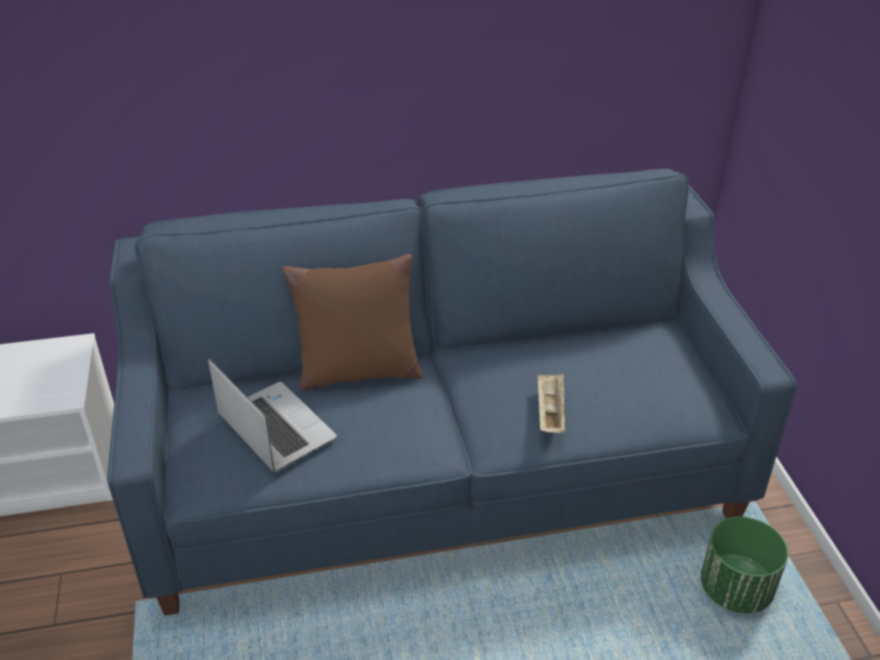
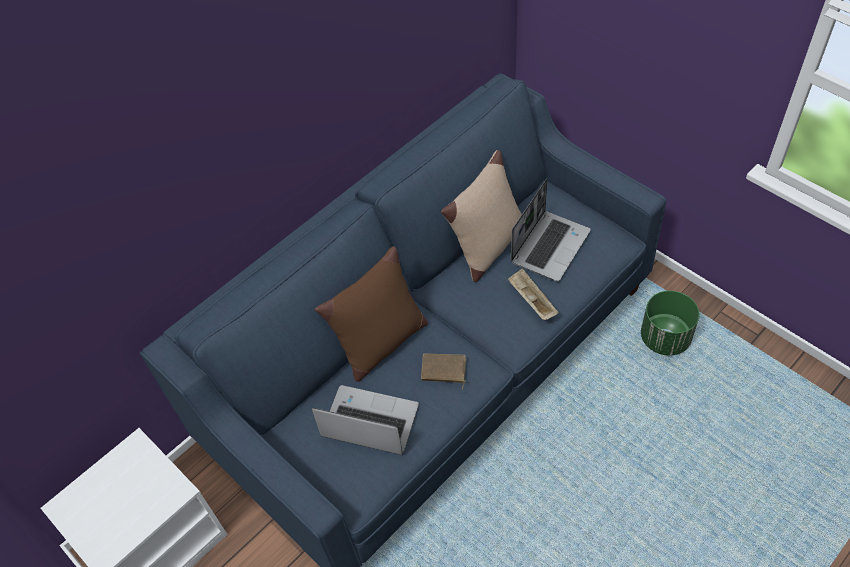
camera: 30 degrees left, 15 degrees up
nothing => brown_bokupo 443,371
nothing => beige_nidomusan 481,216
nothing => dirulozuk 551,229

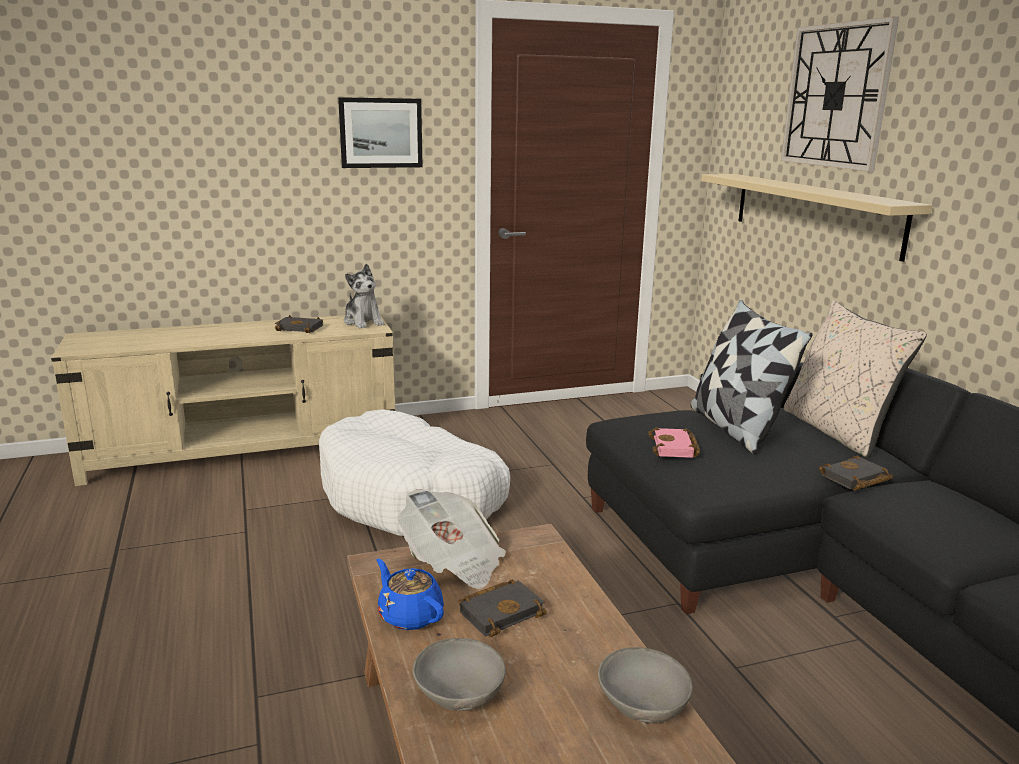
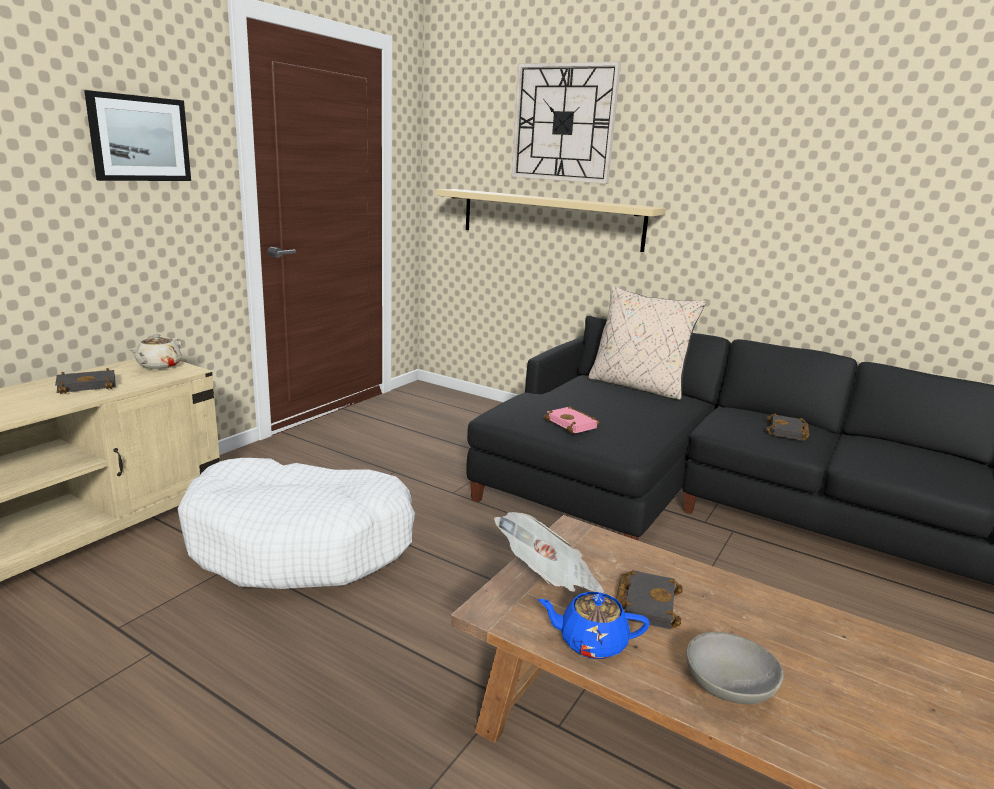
camera: 40 degrees left, 0 degrees up
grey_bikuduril 645,685 => nothing
nidomusan 752,377 => nothing
black_bokupo 856,473 => black_bokupo 787,427, shifted
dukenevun 364,296 => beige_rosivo 155,352

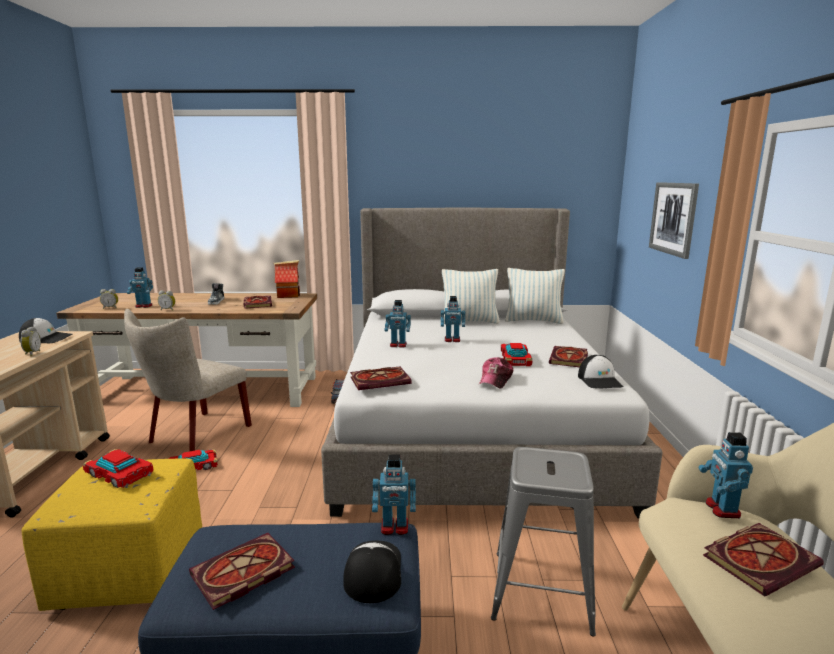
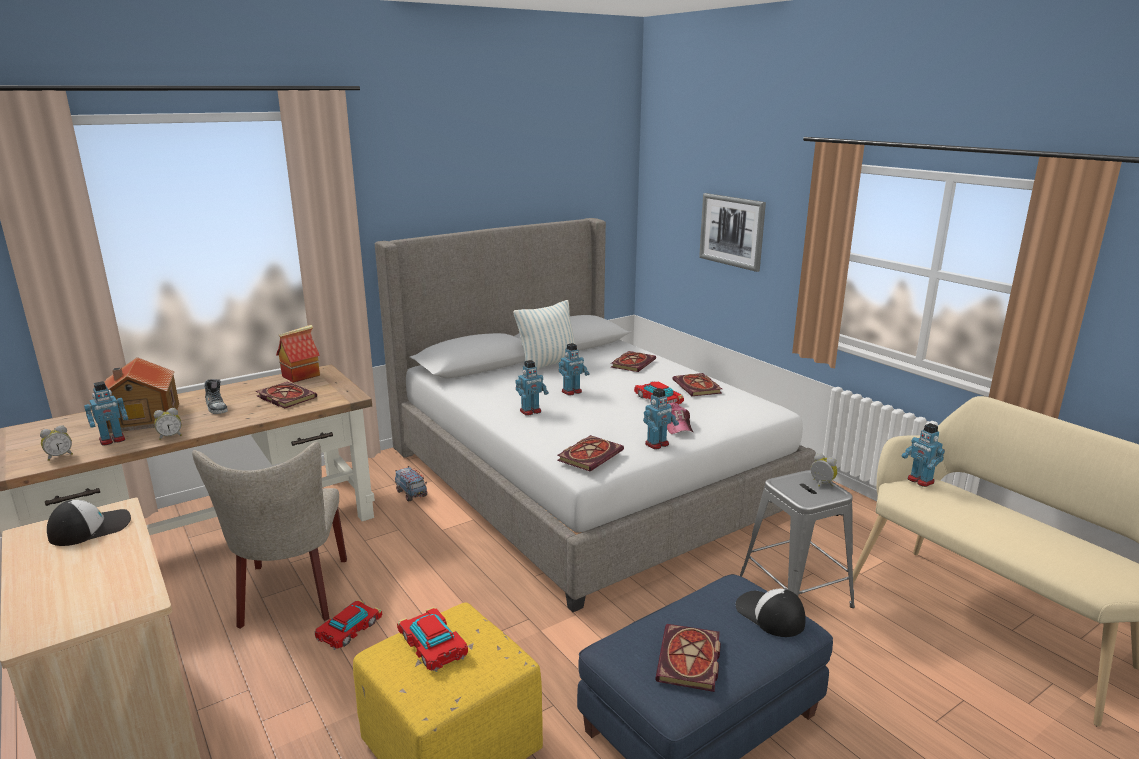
camera: 35 degrees left, 5 degrees up
nidomusan 535,296 => nothing
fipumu 601,372 => nothing
nothing => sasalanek 141,395
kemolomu 31,341 => kemolomu 824,470, shifted
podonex 394,495 => podonex 661,418, shifted
bokupo 763,560 => bokupo 633,361, shifted
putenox 118,468 => putenox 432,639, 60 degrees clockwise

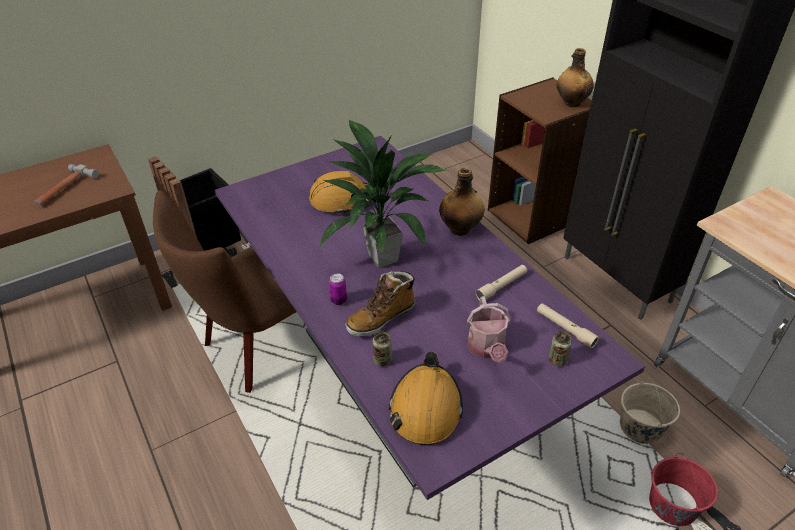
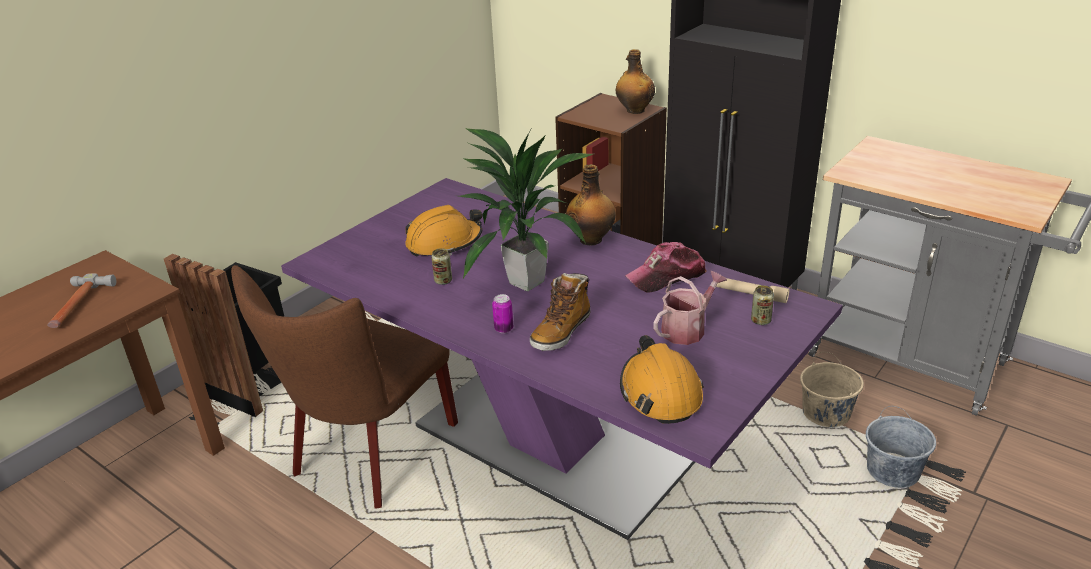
camera: 20 degrees left, 10 degrees down
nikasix 382,349 => nikasix 441,266, shifted
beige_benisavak 501,282 => fipumu 666,267
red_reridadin 683,489 => grey_reridadin 901,447
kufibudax 489,329 => kufibudax 690,308, 105 degrees counterclockwise

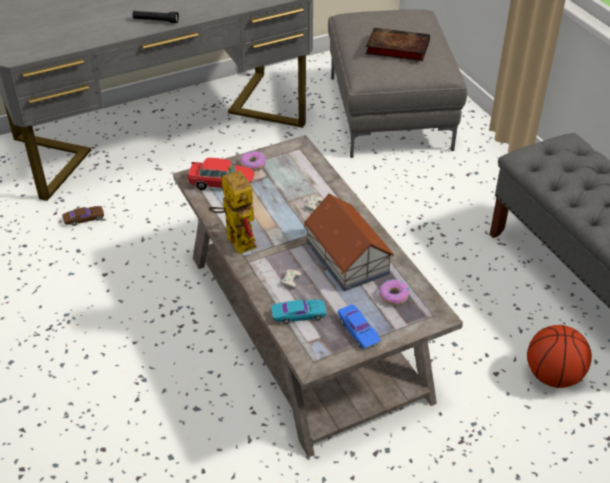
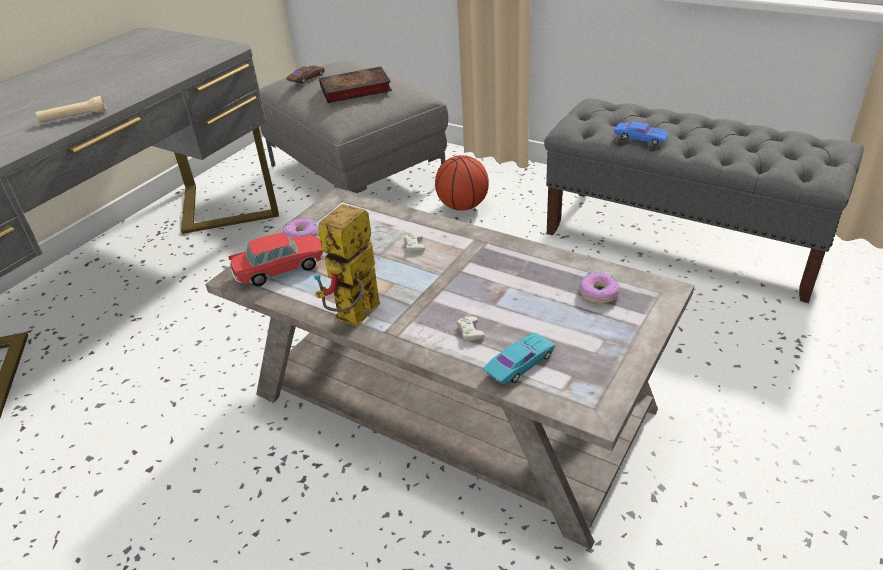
camera: 30 degrees left, 5 degrees down
sasalanek 349,242 => nothing
brown_putenox 83,216 => brown_putenox 305,75, shifted
blue_putenox 359,326 => blue_putenox 641,133, shifted
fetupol 559,356 => fetupol 462,183, shifted
black_benisavak 156,17 => beige_benisavak 71,109
podonex 232,210 => podonex 347,265, 90 degrees counterclockwise

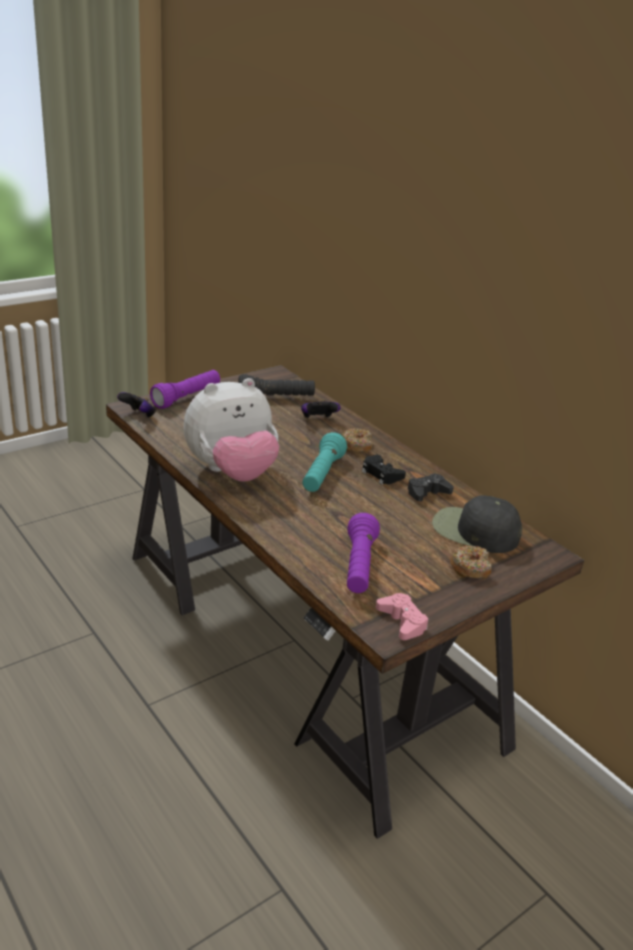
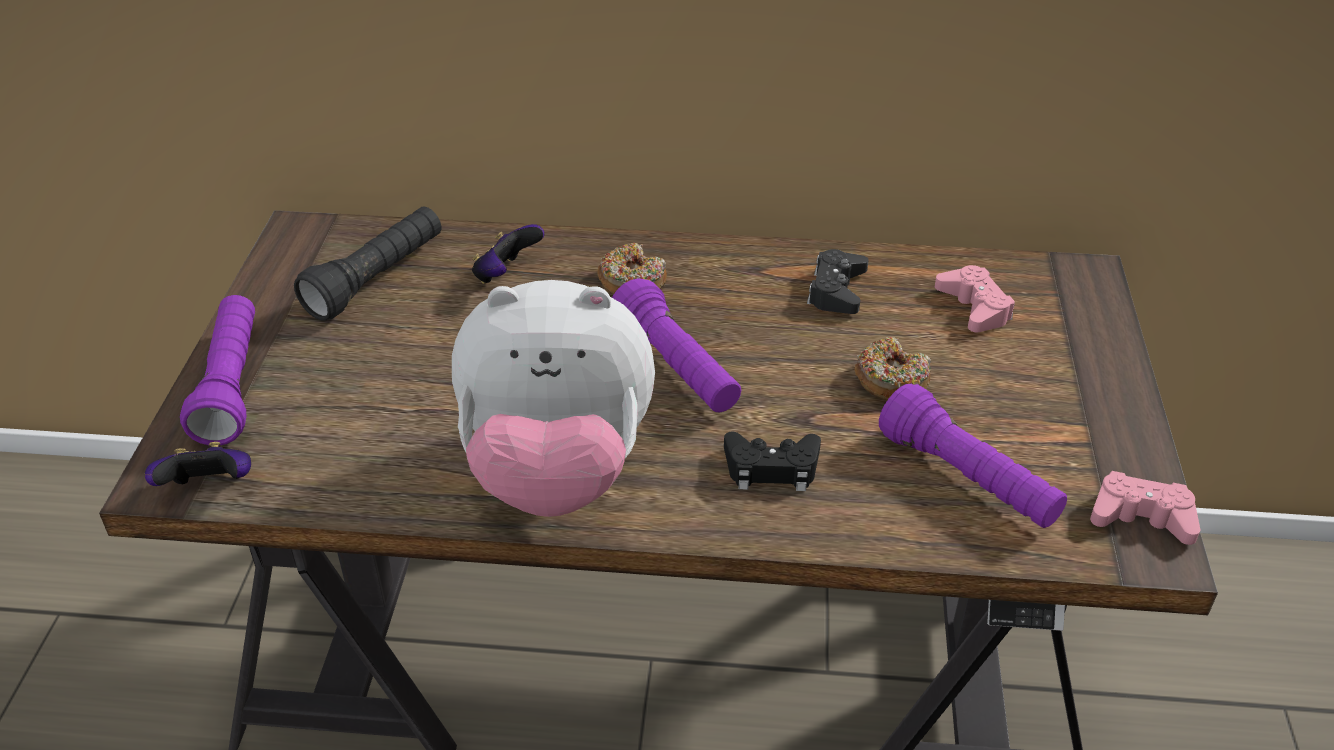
camera: 45 degrees left, 10 degrees up
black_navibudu 384,470 => black_navibudu 772,461, shifted
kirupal 471,563 => kirupal 892,368, shifted
black_fipumu 477,524 => pink_navibudu 975,298
turquoise_benisavak 324,462 => purple_benisavak 676,345
dukenevun 231,430 => dukenevun 553,398, 75 degrees clockwise

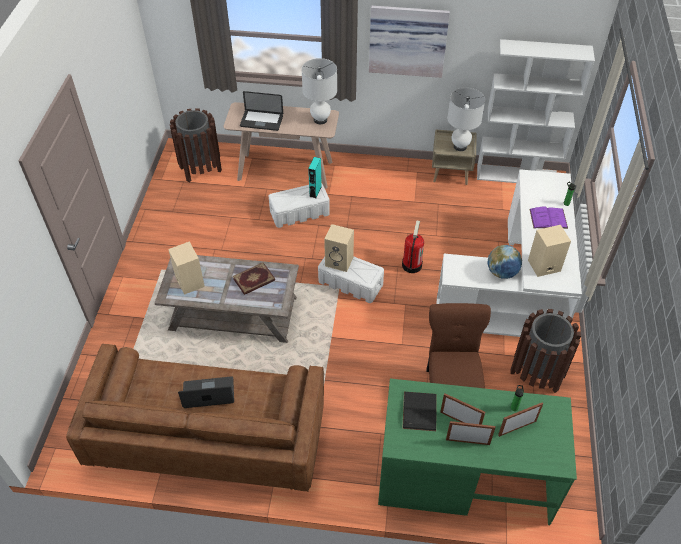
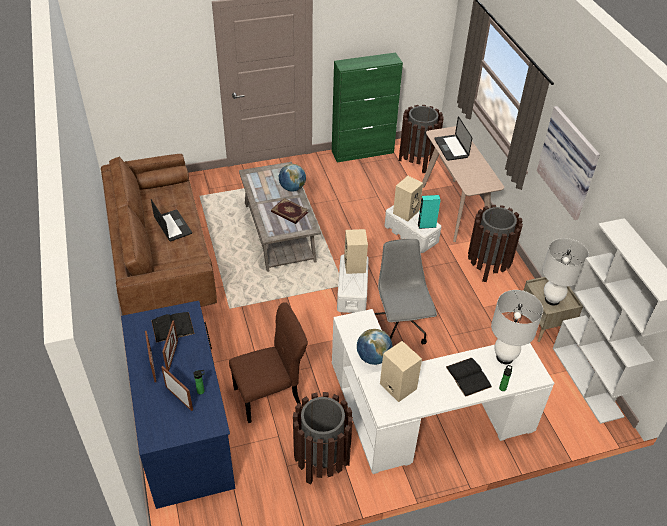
camera: 65 degrees right, 5 degrees down
nothing => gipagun 292,177
nothing => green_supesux 367,107
nothing => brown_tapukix 495,243
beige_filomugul 186,268 => beige_filomugul 408,198, shifted
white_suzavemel 319,91 => white_suzavemel 517,327, shifted
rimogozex 413,246 => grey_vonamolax 405,291
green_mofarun 477,452 => blue_mofarun 178,405
purple_bokupo 549,217 => black_bokupo 469,377

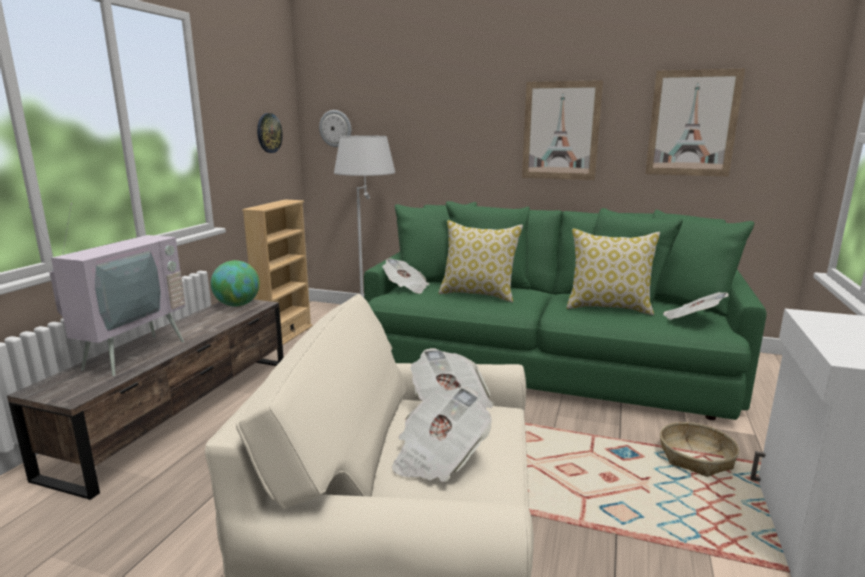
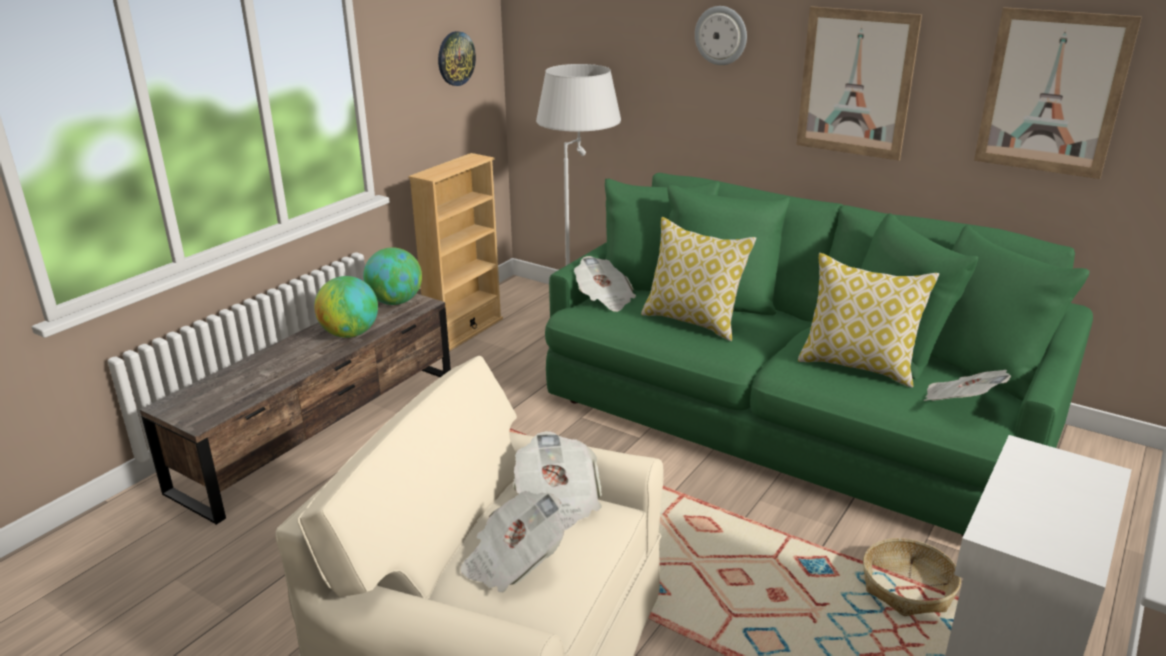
camera: 15 degrees right, 10 degrees up
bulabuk 107,289 => nothing
nothing => gipagun 346,307
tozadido 335,128 => tozadido 721,35, shifted

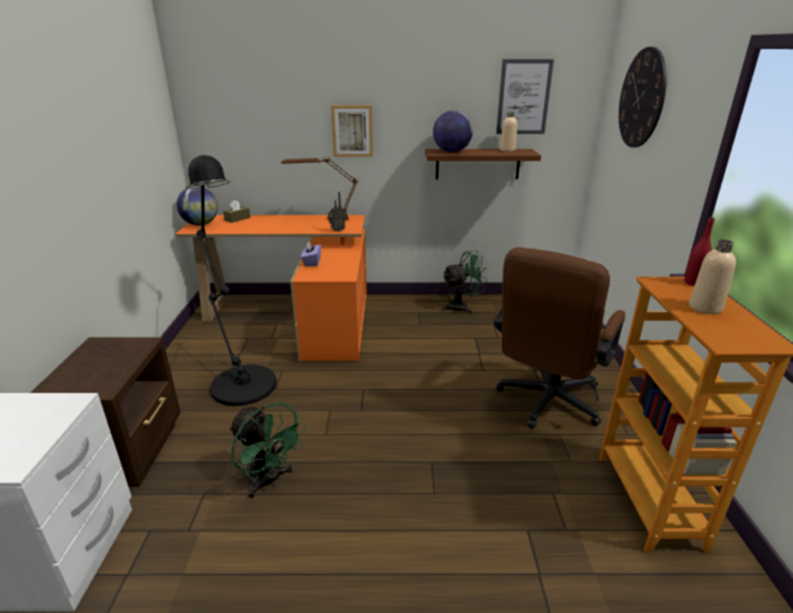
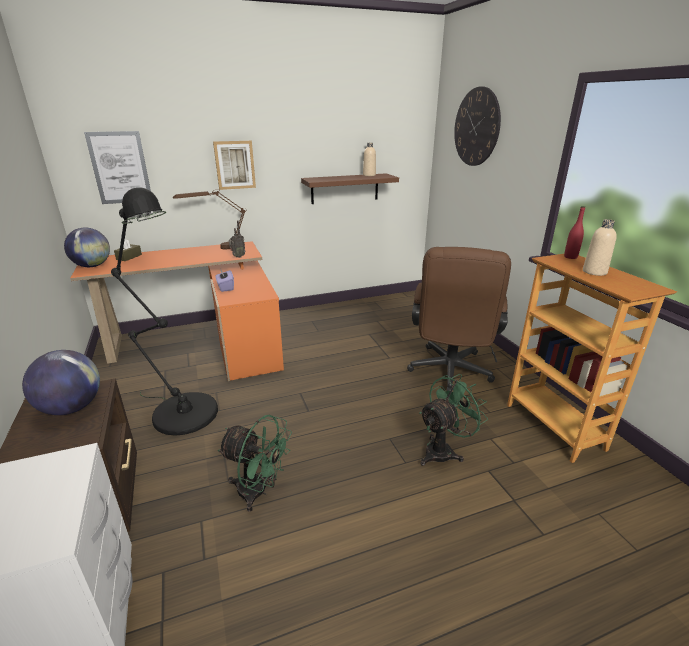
camera: 20 degrees left, 0 degrees up
gipagun 453,131 => gipagun 61,382, shifted
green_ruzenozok 464,282 => green_ruzenozok 453,420, shifted
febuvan 525,96 => febuvan 117,167, shifted

